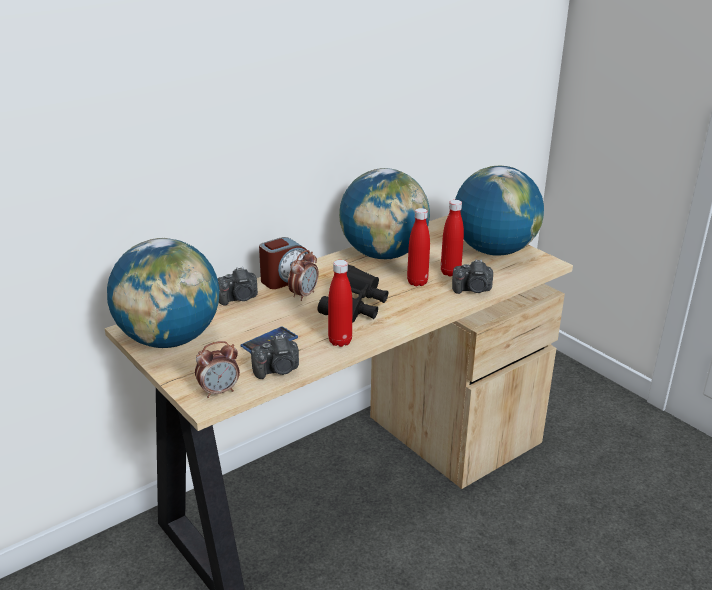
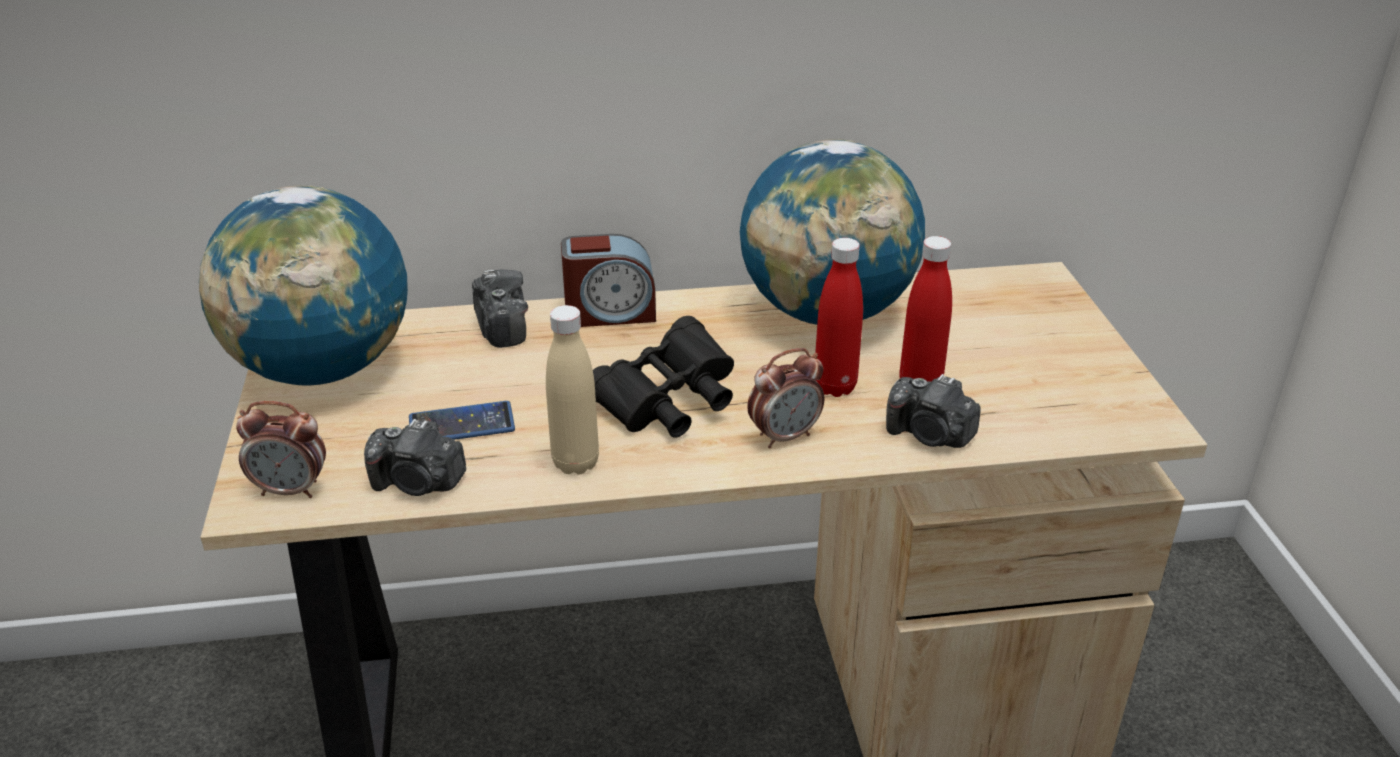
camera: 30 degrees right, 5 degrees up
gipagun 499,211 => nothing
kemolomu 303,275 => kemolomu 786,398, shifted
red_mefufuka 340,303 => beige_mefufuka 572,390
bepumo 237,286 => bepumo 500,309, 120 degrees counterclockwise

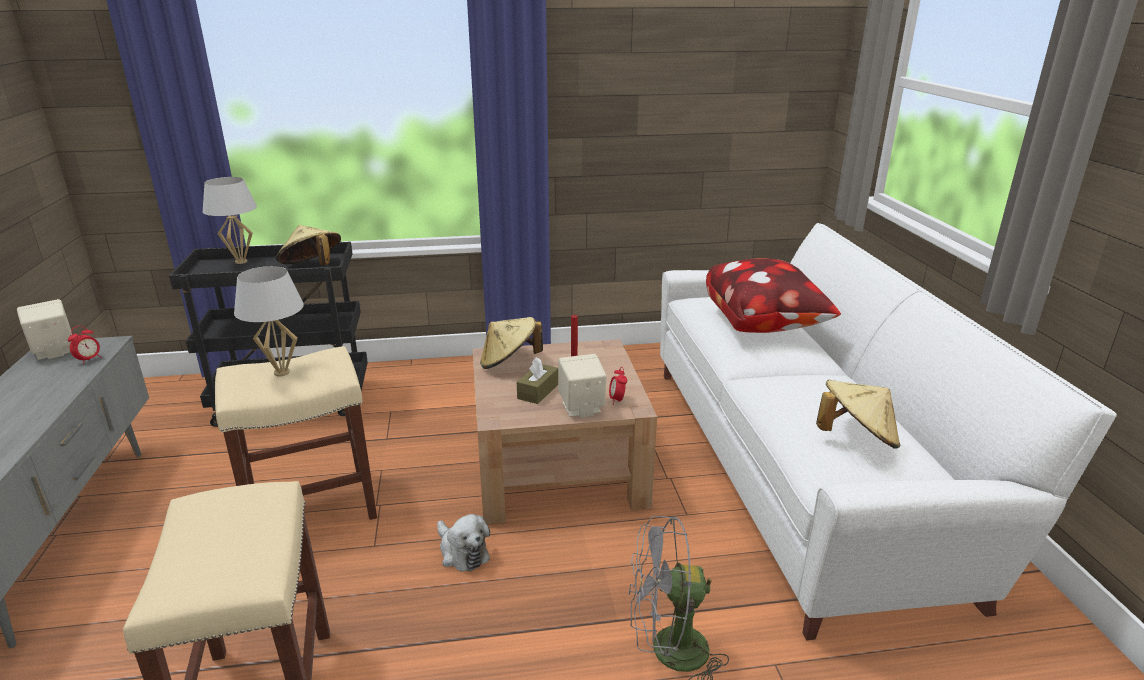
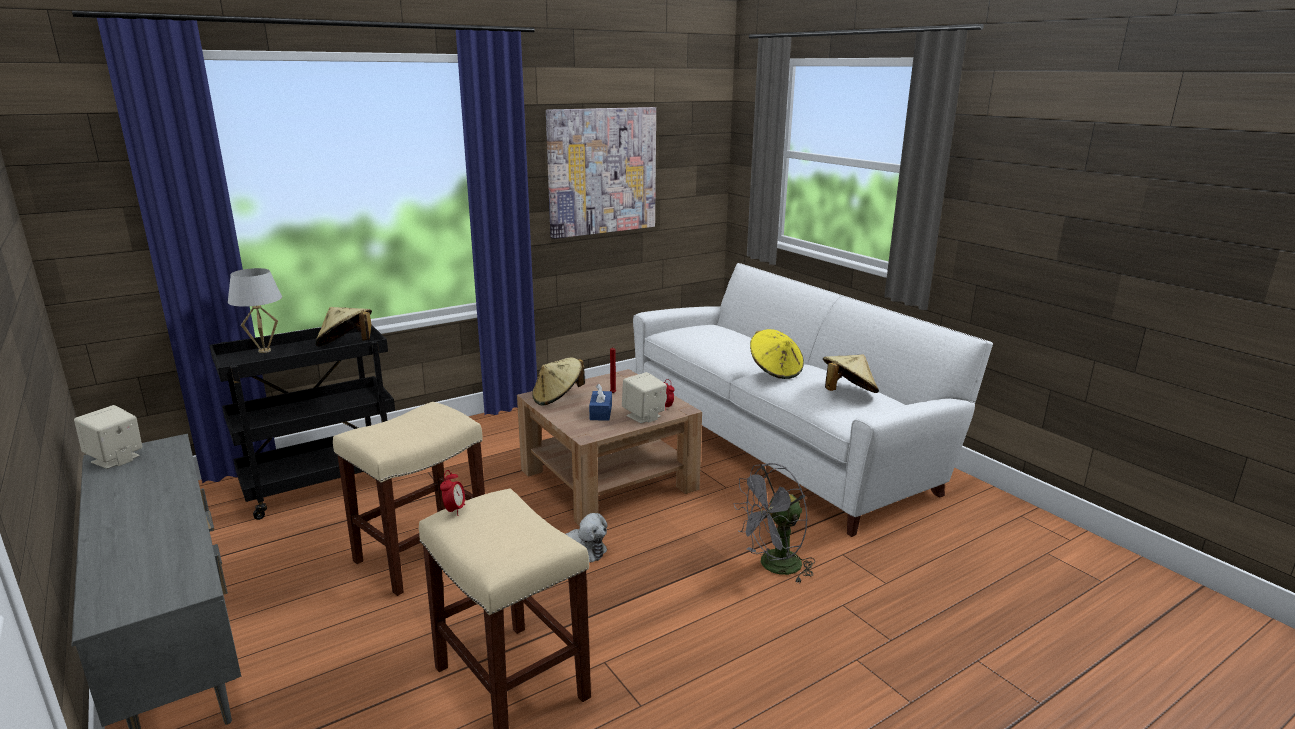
camera: 25 degrees left, 5 degrees down
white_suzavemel 269,321 => nothing
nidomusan 773,295 => nothing
nothing => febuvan 601,173
nothing => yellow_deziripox 777,354
kemolomu 84,345 => kemolomu 452,493, shifted
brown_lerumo 537,380 => blue_lerumo 600,402

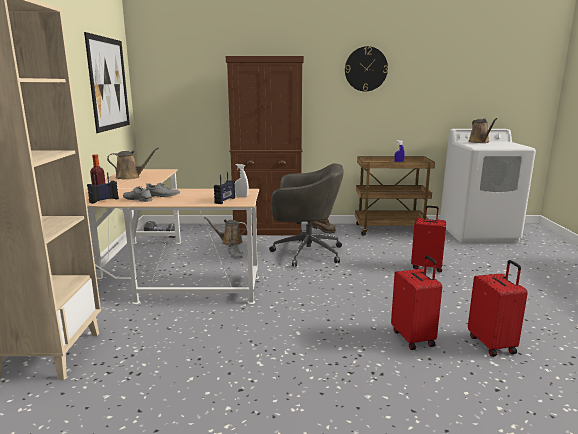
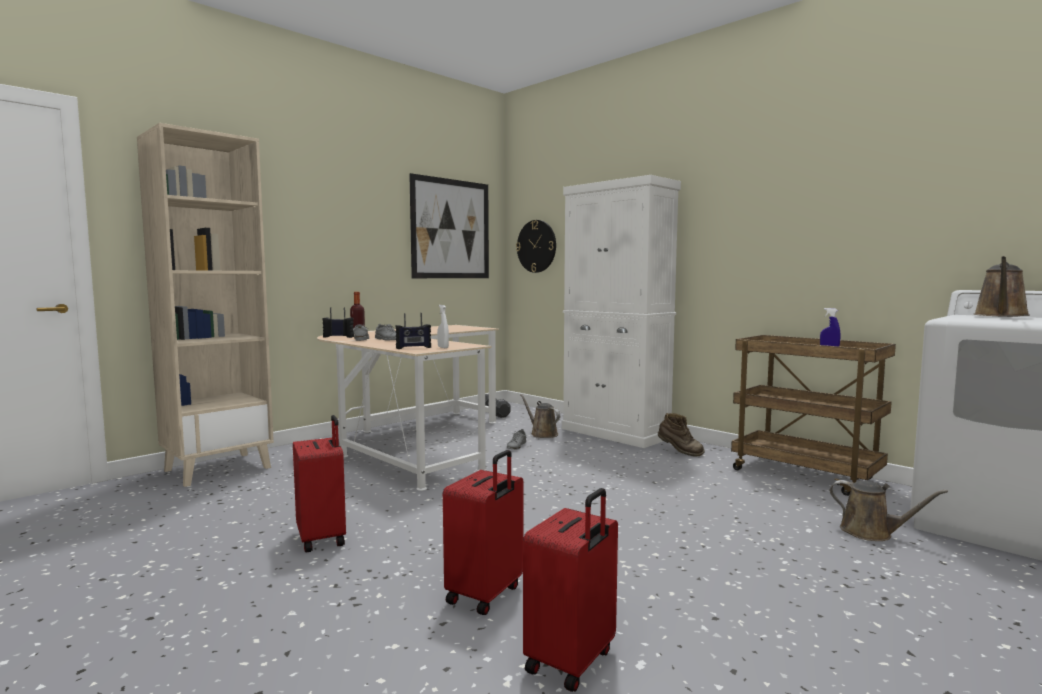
camera: 45 degrees right, 10 degrees down
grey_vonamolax 306,215 => nothing
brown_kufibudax 133,163 => brown_kufibudax 889,510, shifted
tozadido 366,69 => tozadido 536,246, shifted
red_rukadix 428,239 => red_rukadix 319,483, shifted
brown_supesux 265,145 => white_supesux 621,311

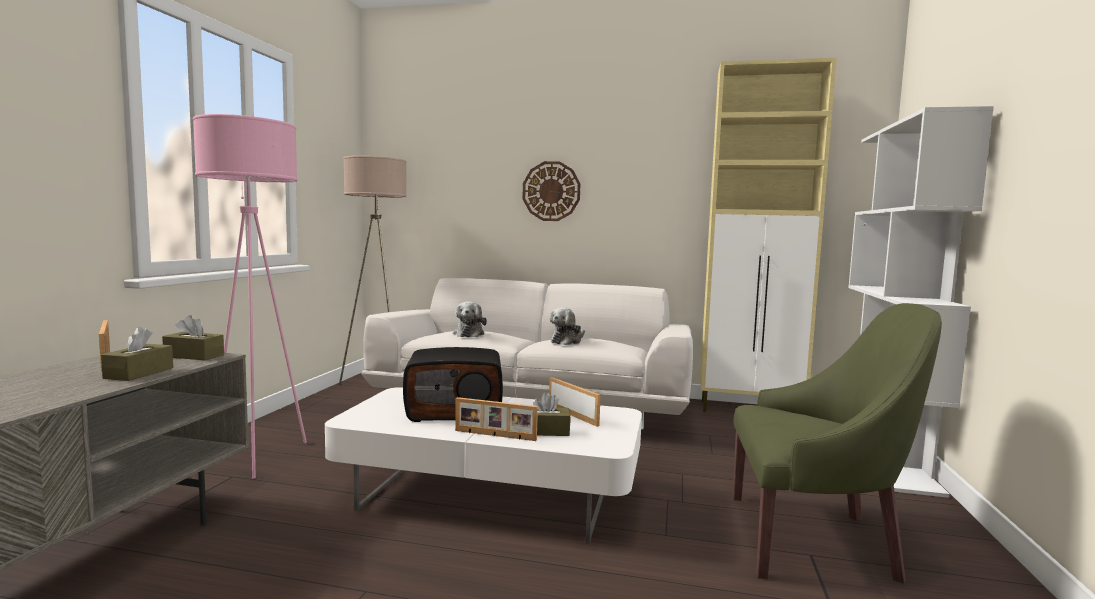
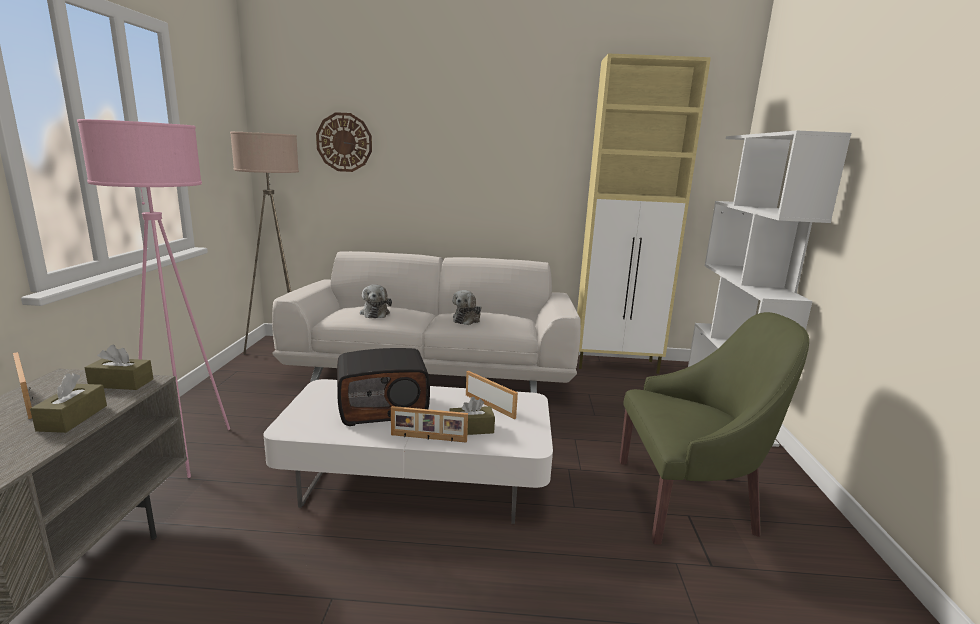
camera: 10 degrees left, 10 degrees up
tozadido 551,191 => tozadido 344,142, shifted

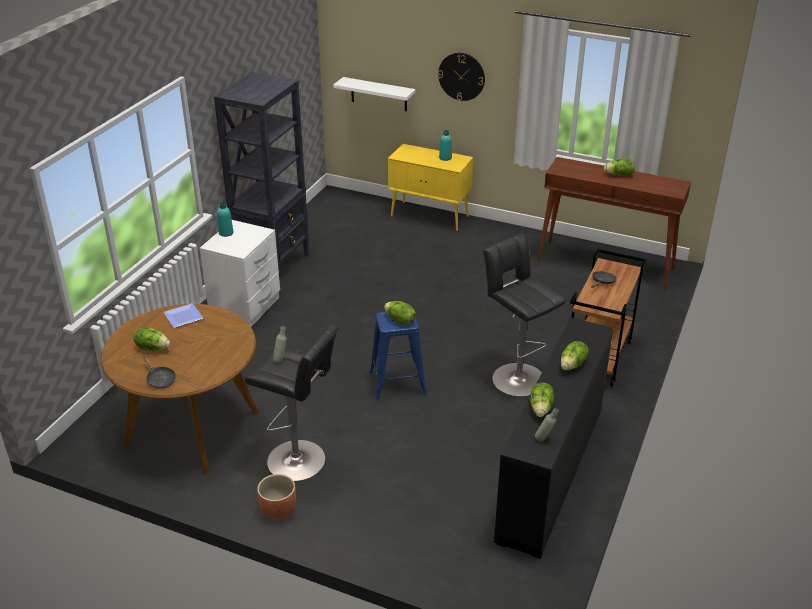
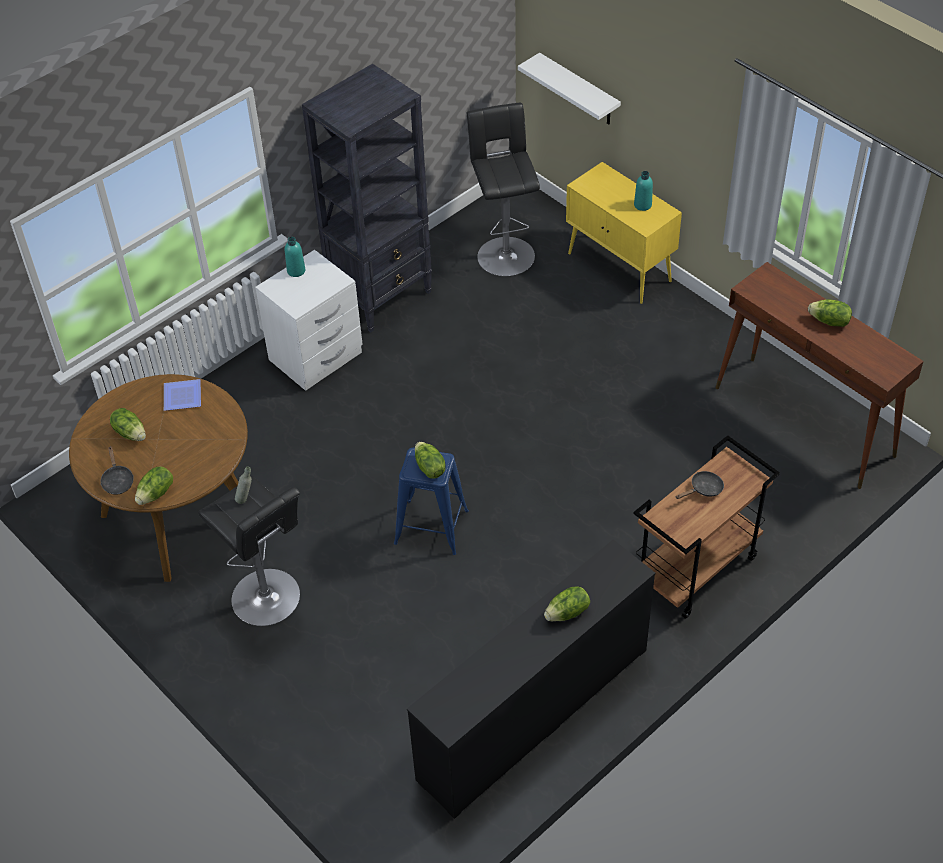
camera: 25 degrees right, 15 degrees up
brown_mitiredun 276,497 => nothing
tozadido 461,77 => nothing
grey_mefufuka 547,425 => nothing
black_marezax 524,315 => black_marezax 503,189, shifted
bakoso 542,400 => bakoso 154,486, shifted

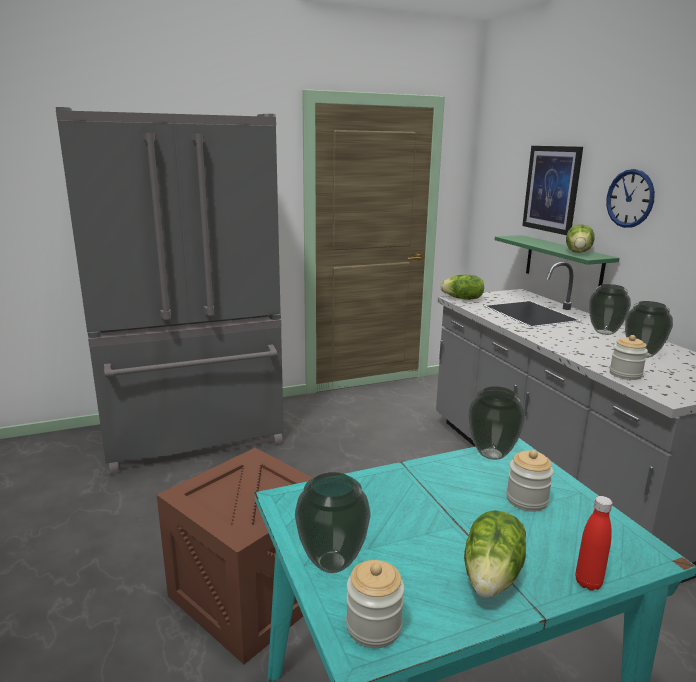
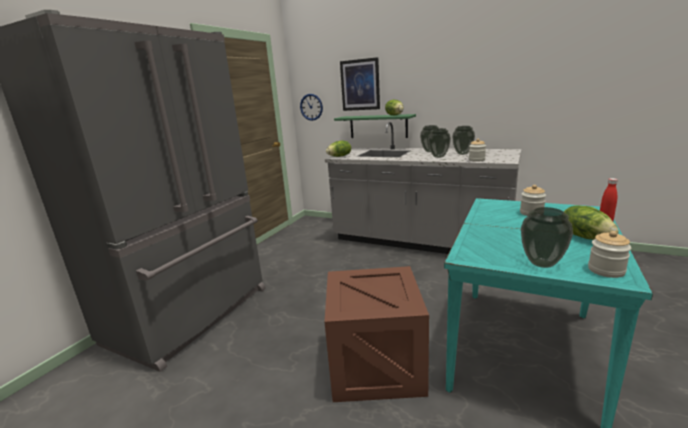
camera: 40 degrees left, 0 degrees up
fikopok 496,423 => fikopok 439,143, shifted
tozadido 630,198 => tozadido 311,107, shifted

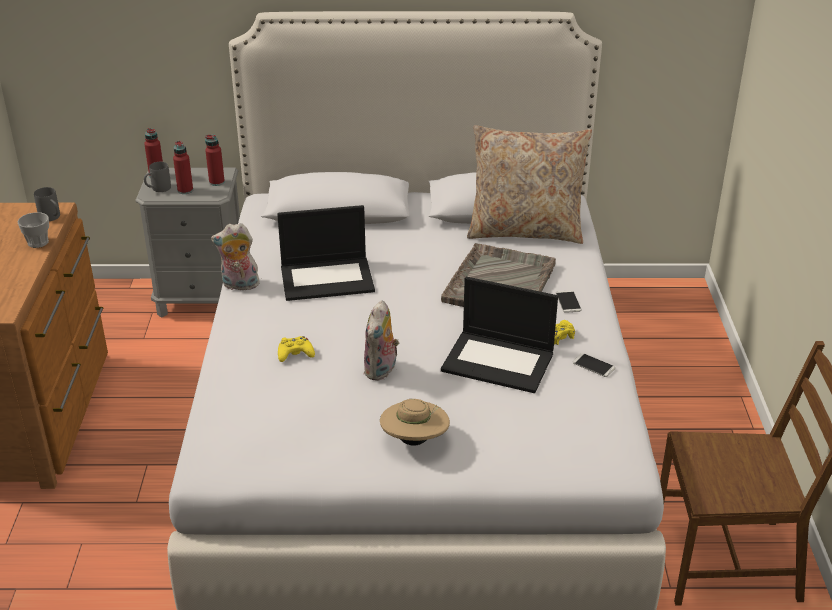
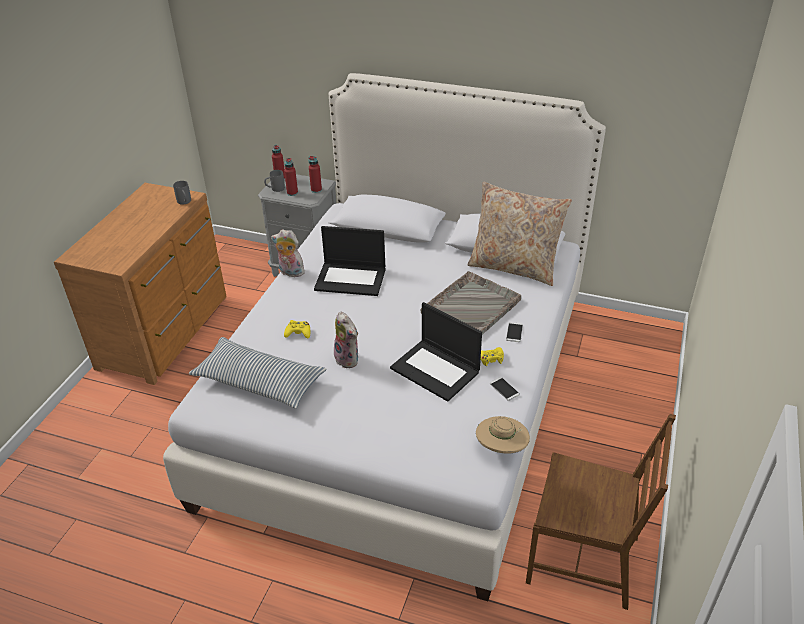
camera: 20 degrees right, 5 degrees up
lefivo 33,230 => nothing
nothing => nidomusan 258,373
beige_deziripox 415,422 => beige_deziripox 503,435, shifted
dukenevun 381,340 => dukenevun 346,340, 75 degrees counterclockwise

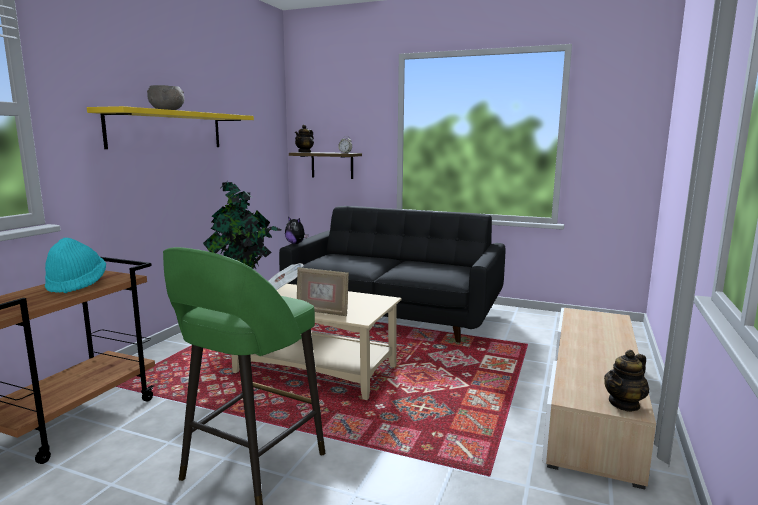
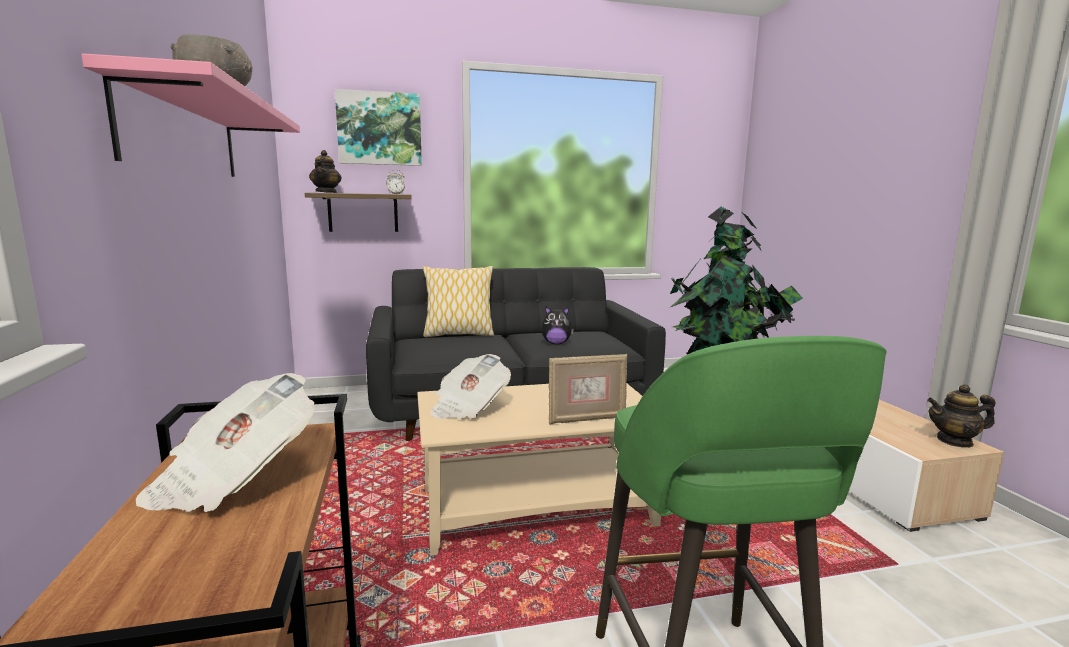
camera: 35 degrees left, 0 degrees up
nothing => febuvan 378,127
nothing => nidomusan 458,301
dukenevun 296,230 => dukenevun 557,325, shifted
turquoise_deziripox 75,265 => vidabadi 225,442
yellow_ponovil 170,127 => pink_ponovil 190,115
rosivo 626,381 => rosivo 961,416, 75 degrees clockwise

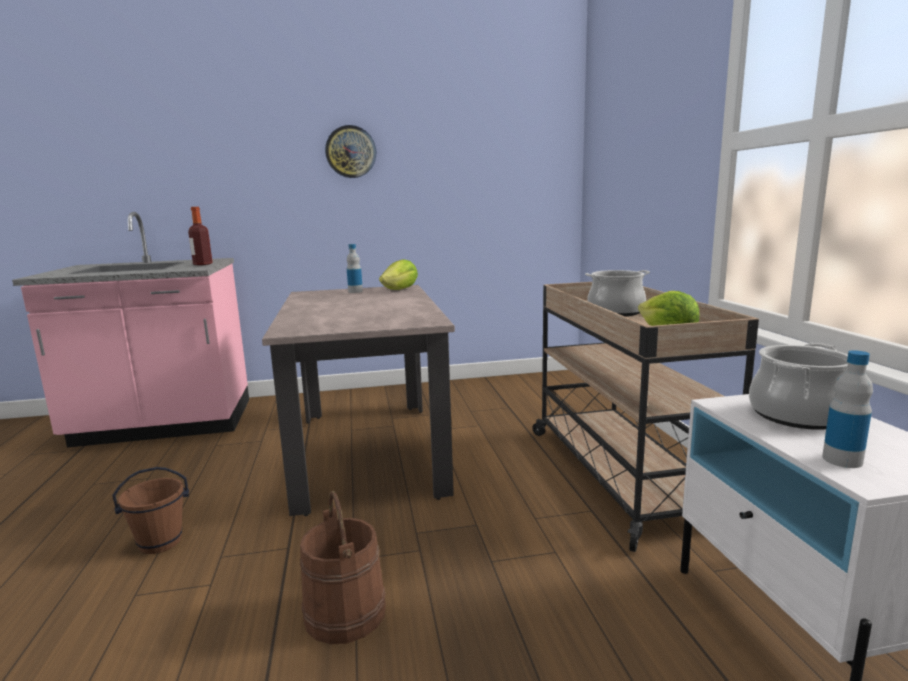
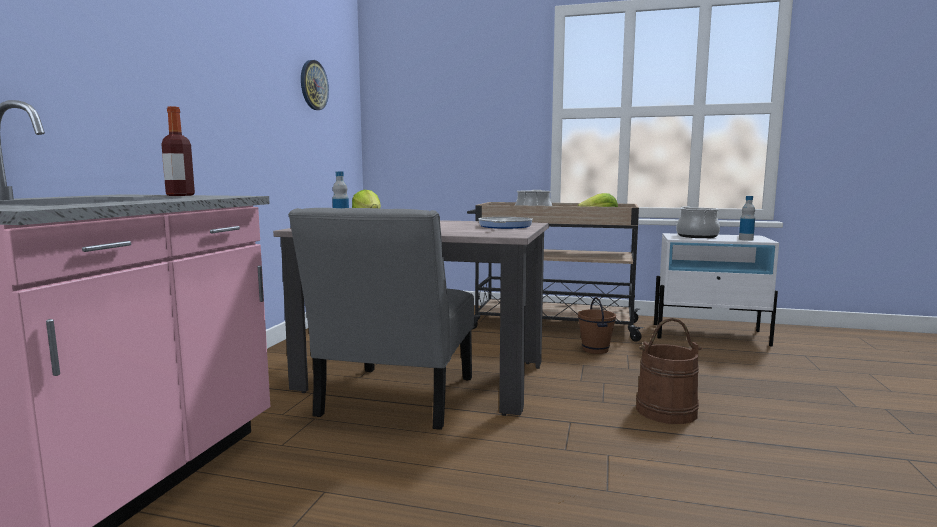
camera: 65 degrees left, 5 degrees down
nothing => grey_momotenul 381,319
nothing => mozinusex 505,223
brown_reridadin 150,510 => brown_reridadin 597,325, shifted
tozadido 350,151 => tozadido 315,85, shifted

